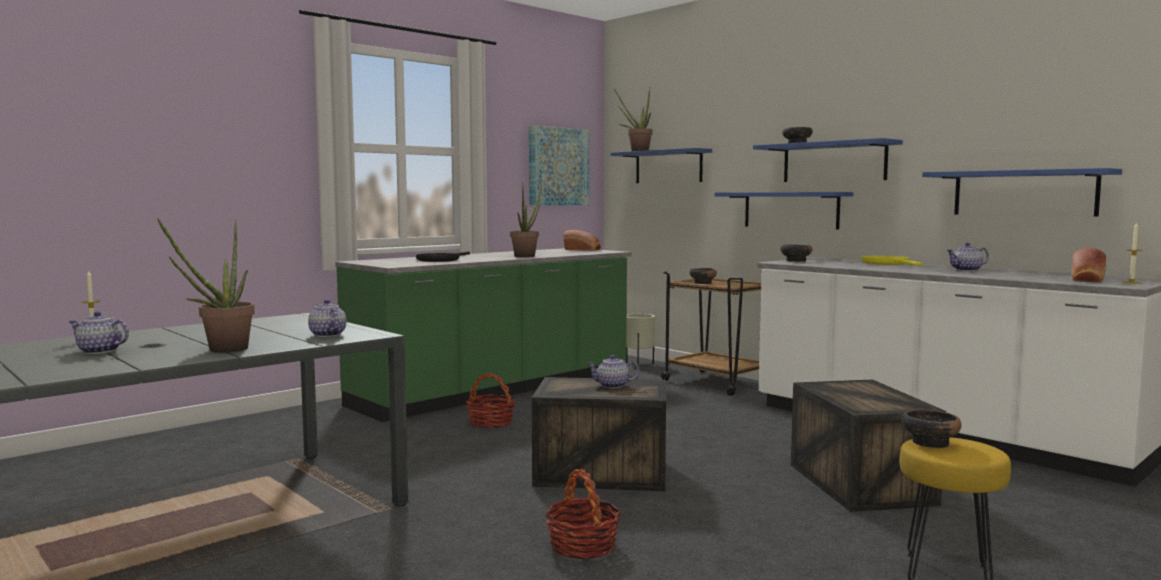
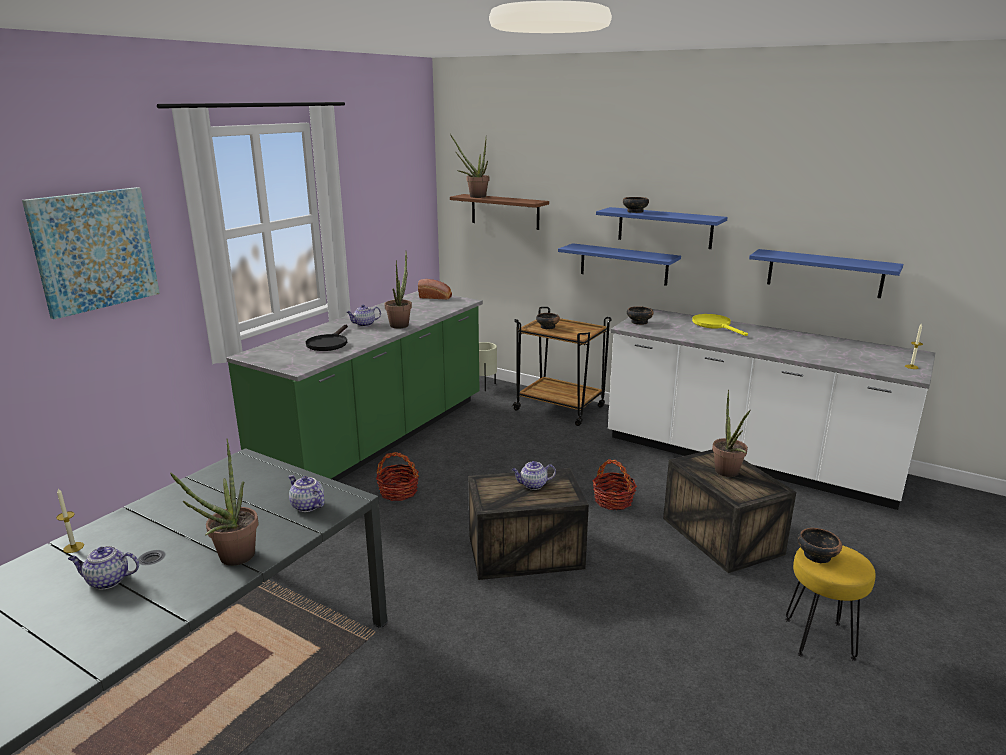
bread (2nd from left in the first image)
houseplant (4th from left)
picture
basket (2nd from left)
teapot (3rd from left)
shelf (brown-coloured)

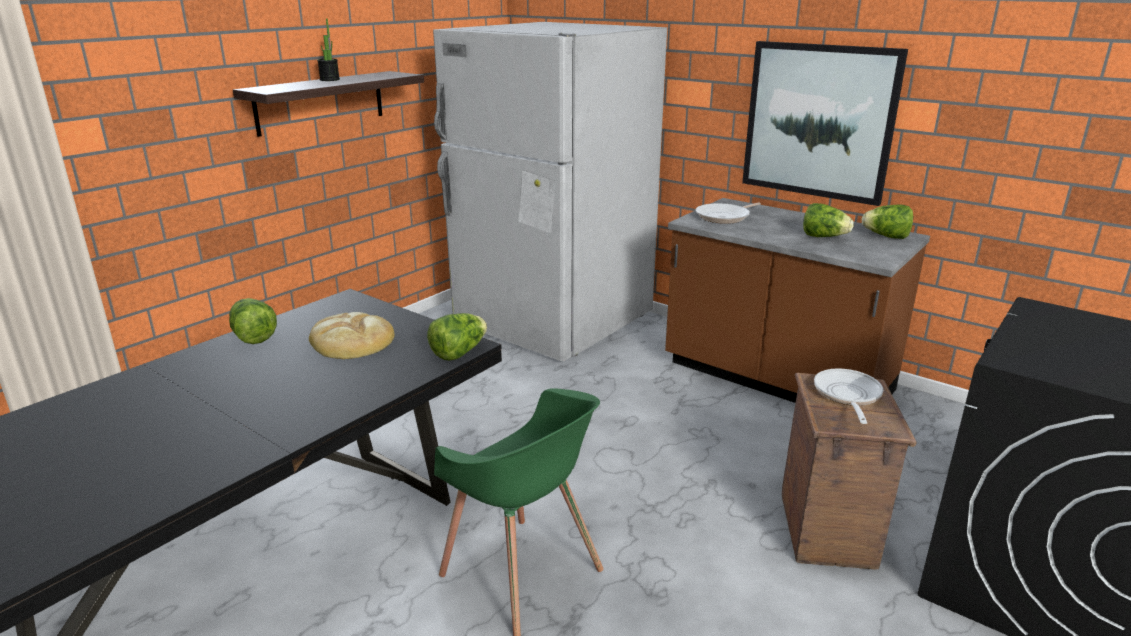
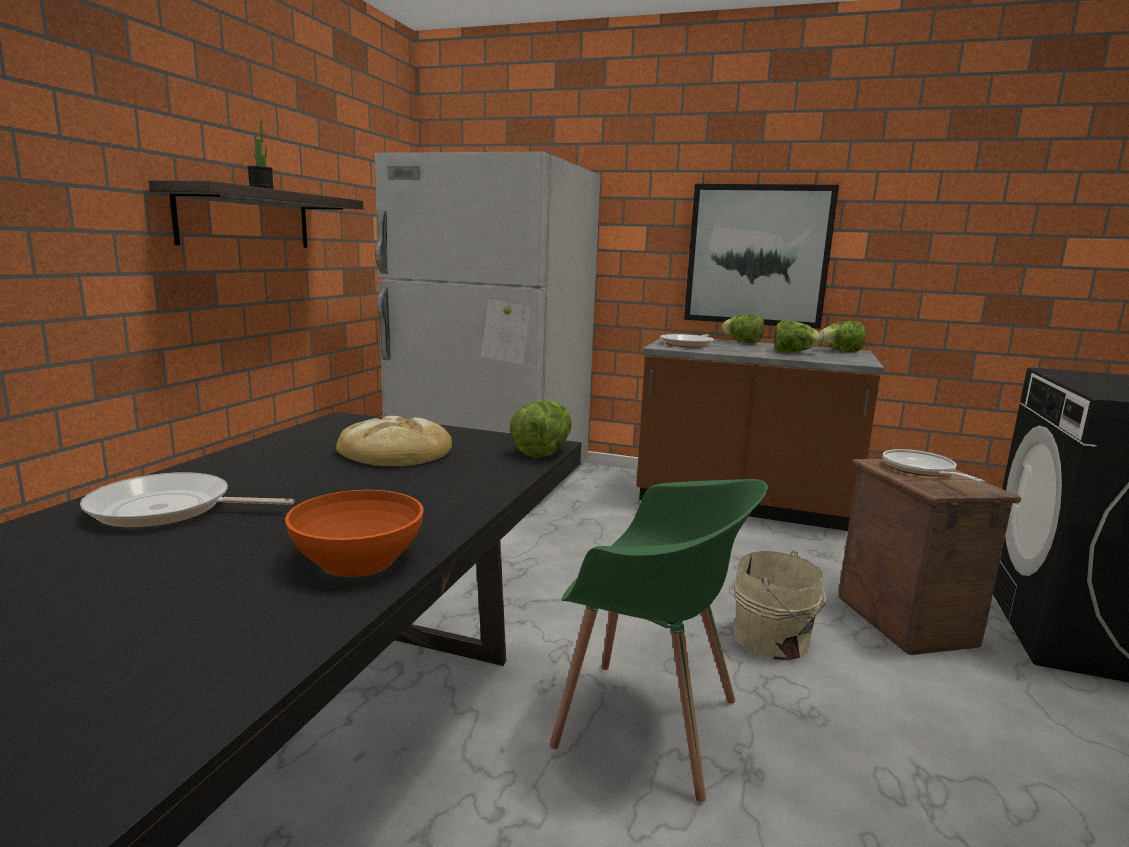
pan (1st from left)
deep dish (orange-coloured)
pail (sand-coloured)
lettuce head (2nd from left)

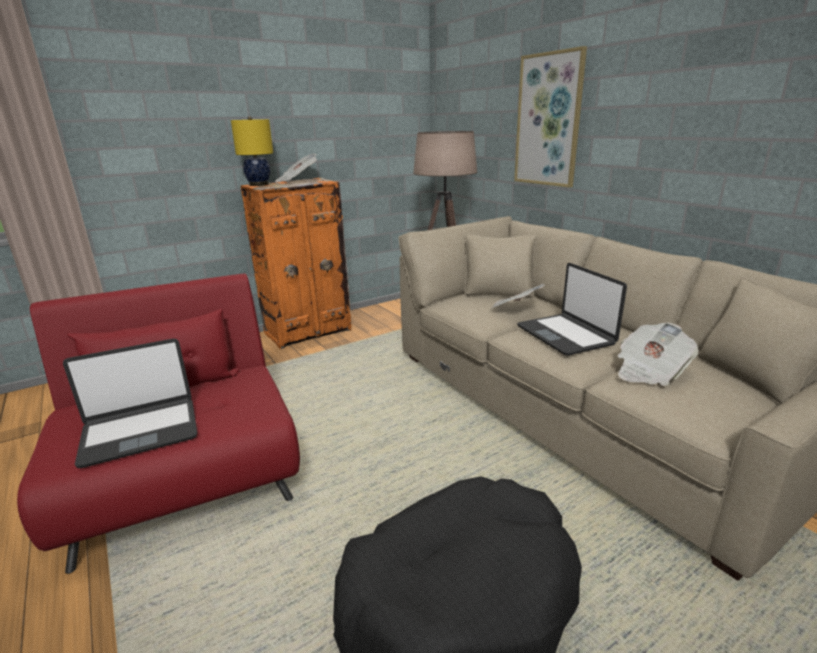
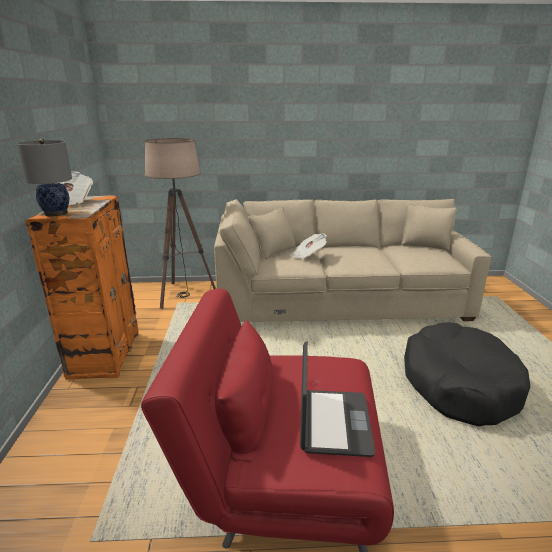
picture
notebook computer (2nd from left in the first image)
daily paper (3rd from left in the first image)
table lamp (greyish)

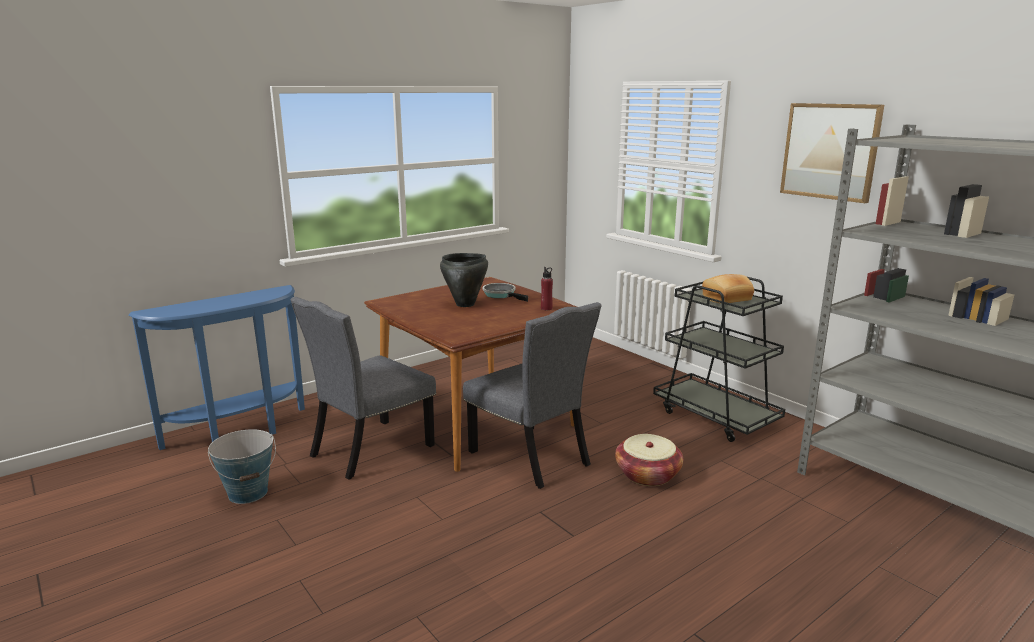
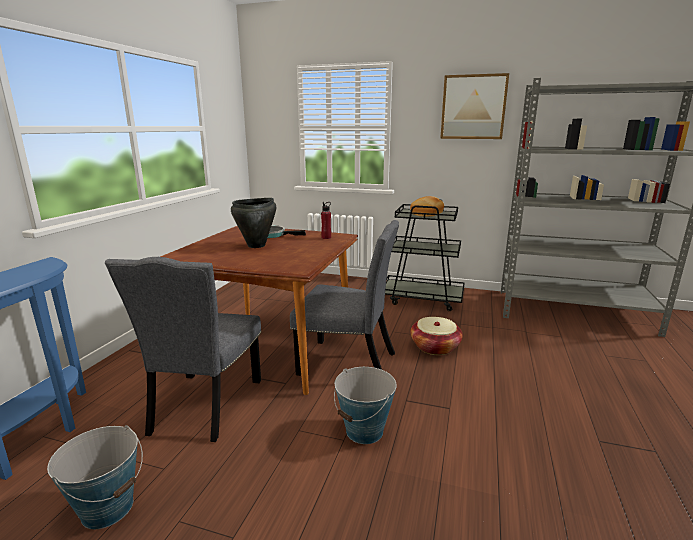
pail (2nd from left)

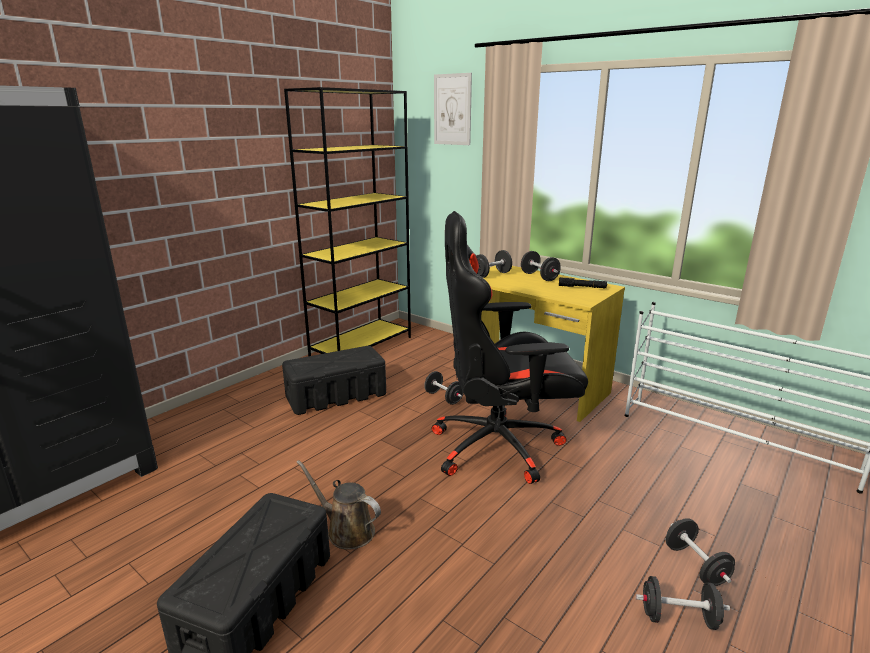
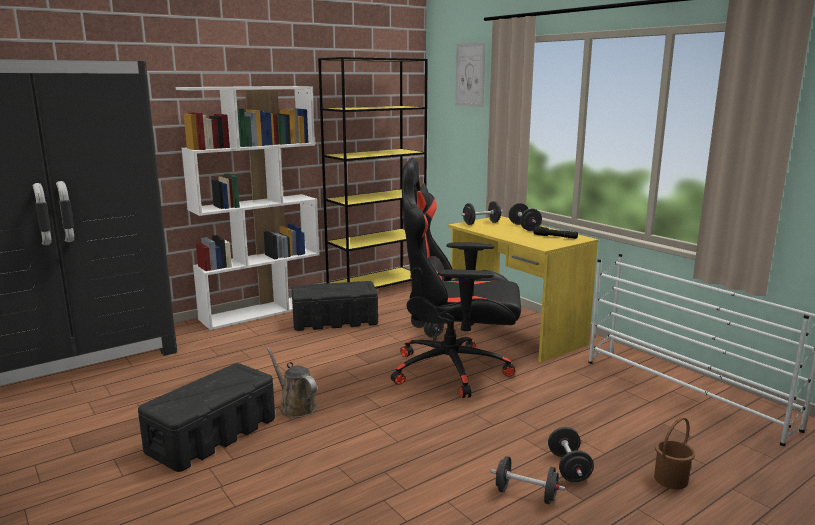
shelving unit (white-coloured)
pail (brown-coloured)

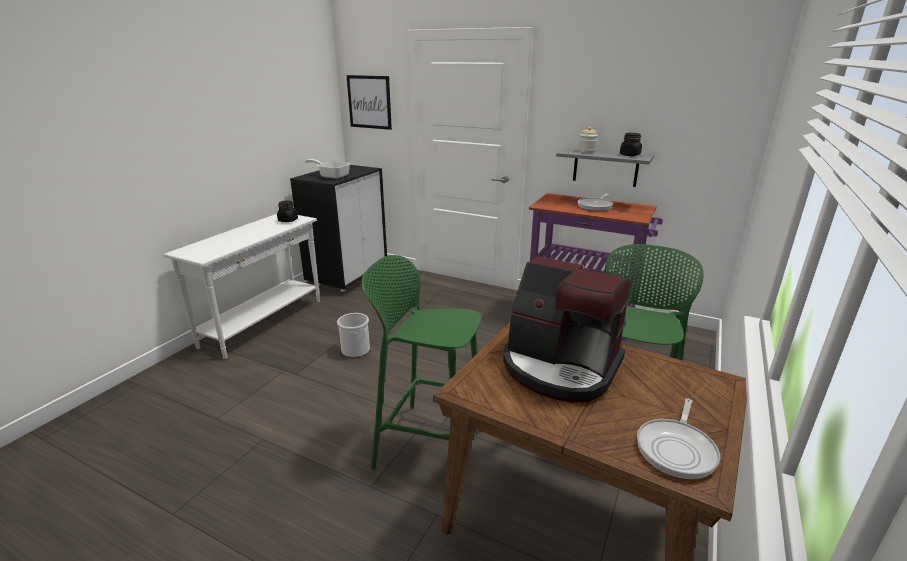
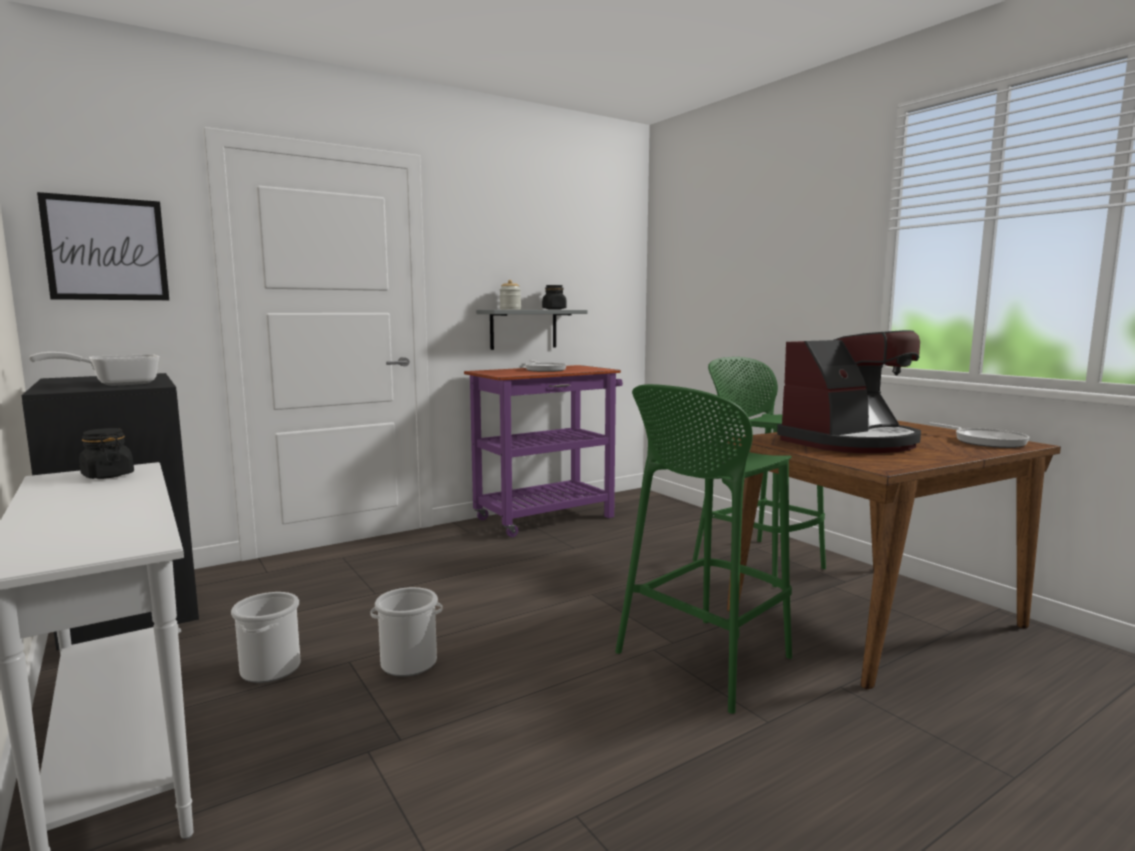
pail (1st from left)

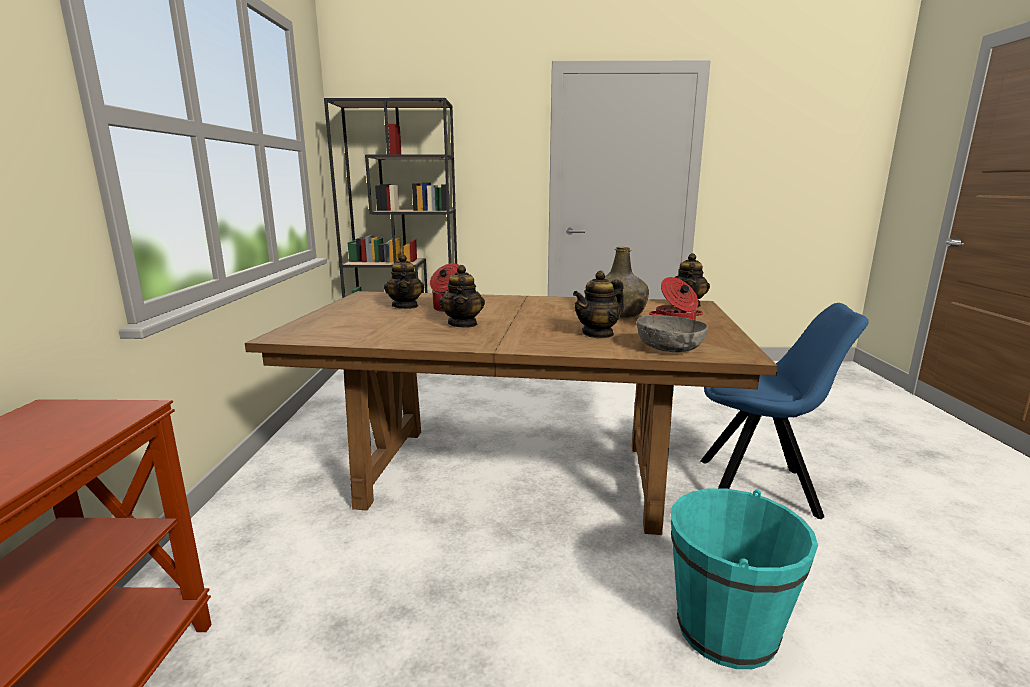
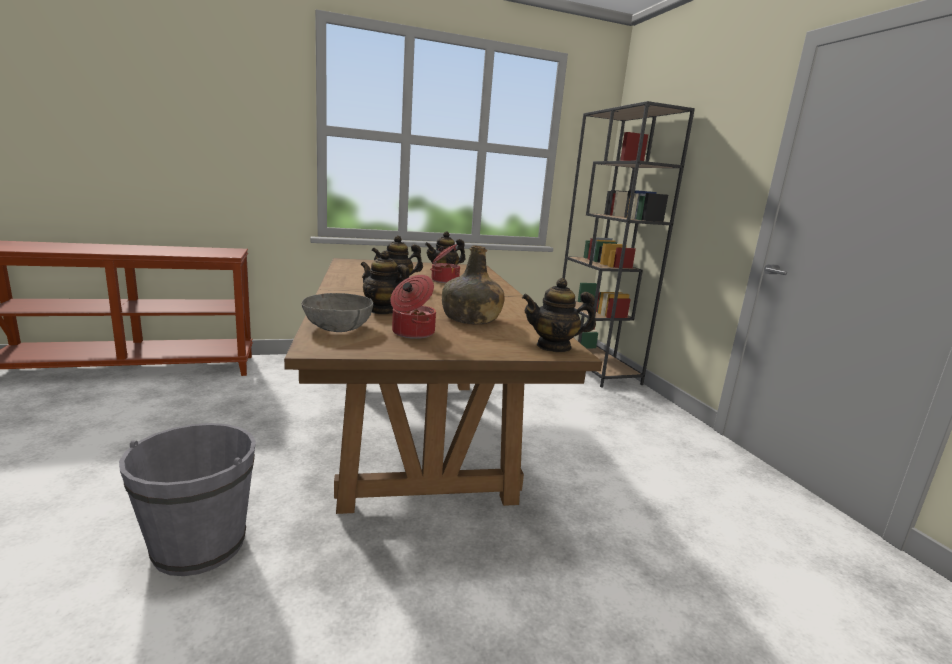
chair (blue)
pail (greyish)

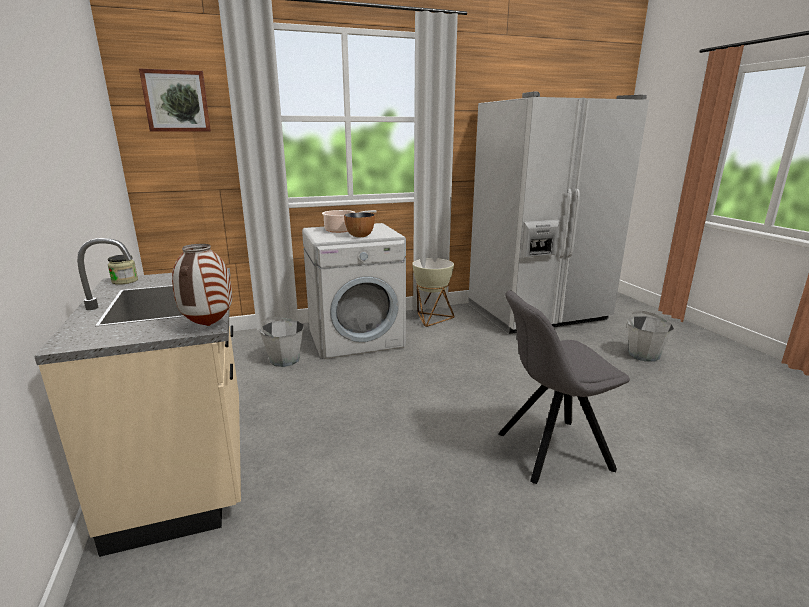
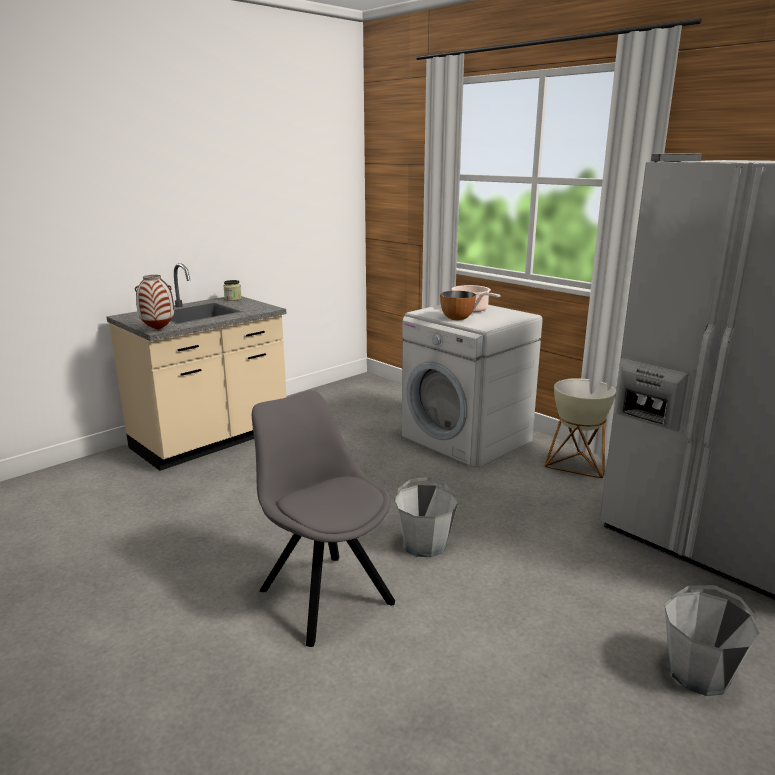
picture
pail (greyish) (1st from left)

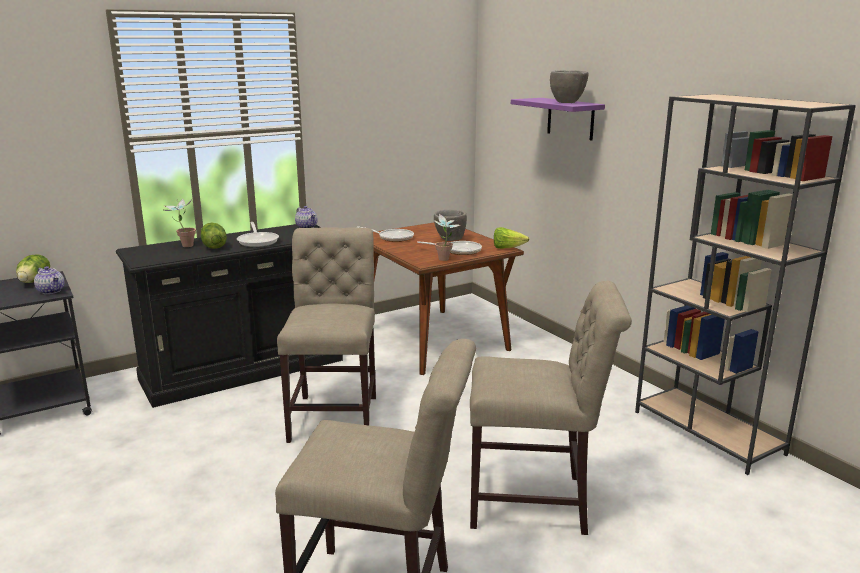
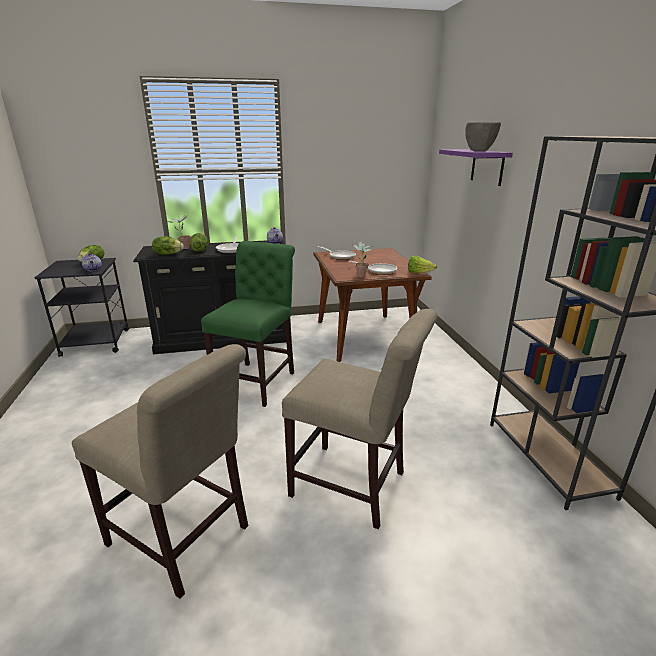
deep dish (greyish) (1st from left in the first image)
lettuce head (2nd from left)
chair (greenish)

